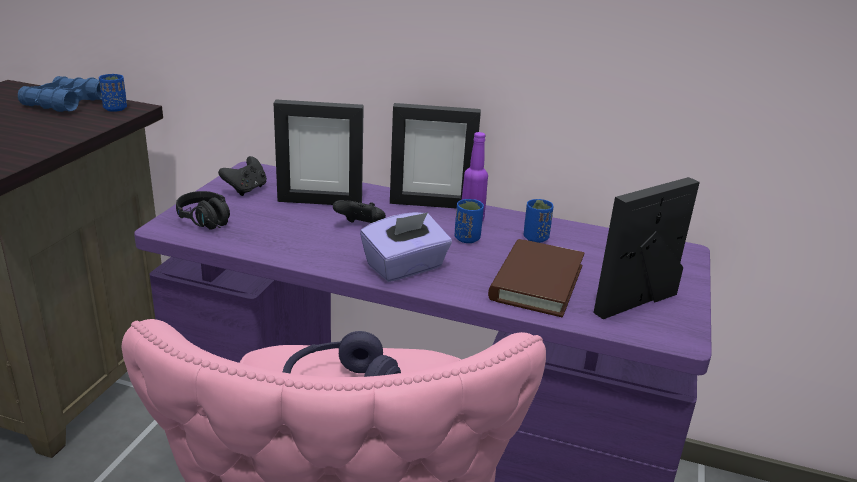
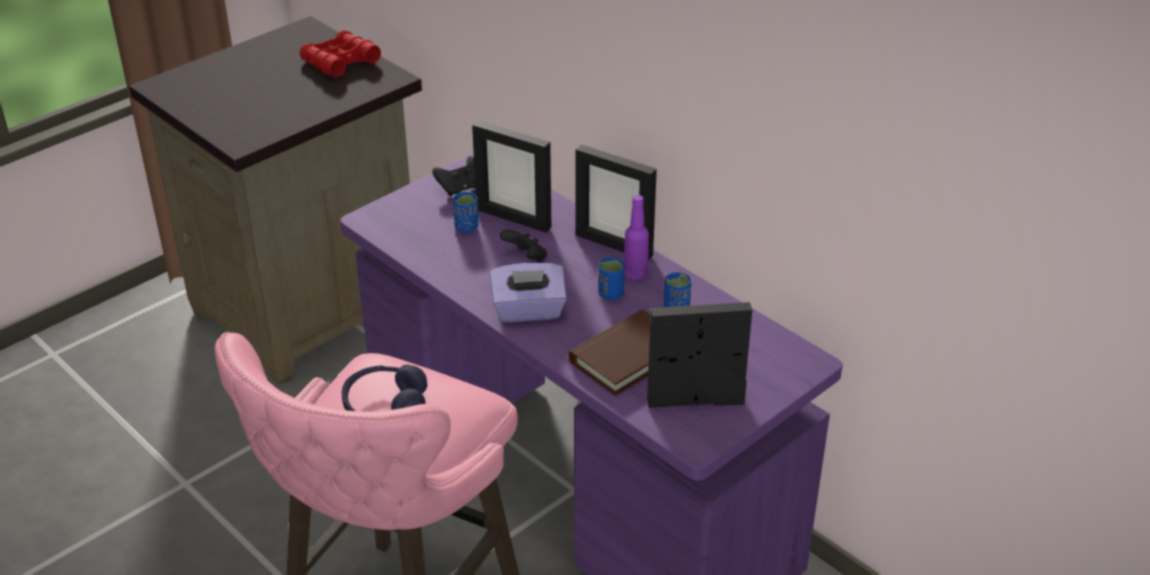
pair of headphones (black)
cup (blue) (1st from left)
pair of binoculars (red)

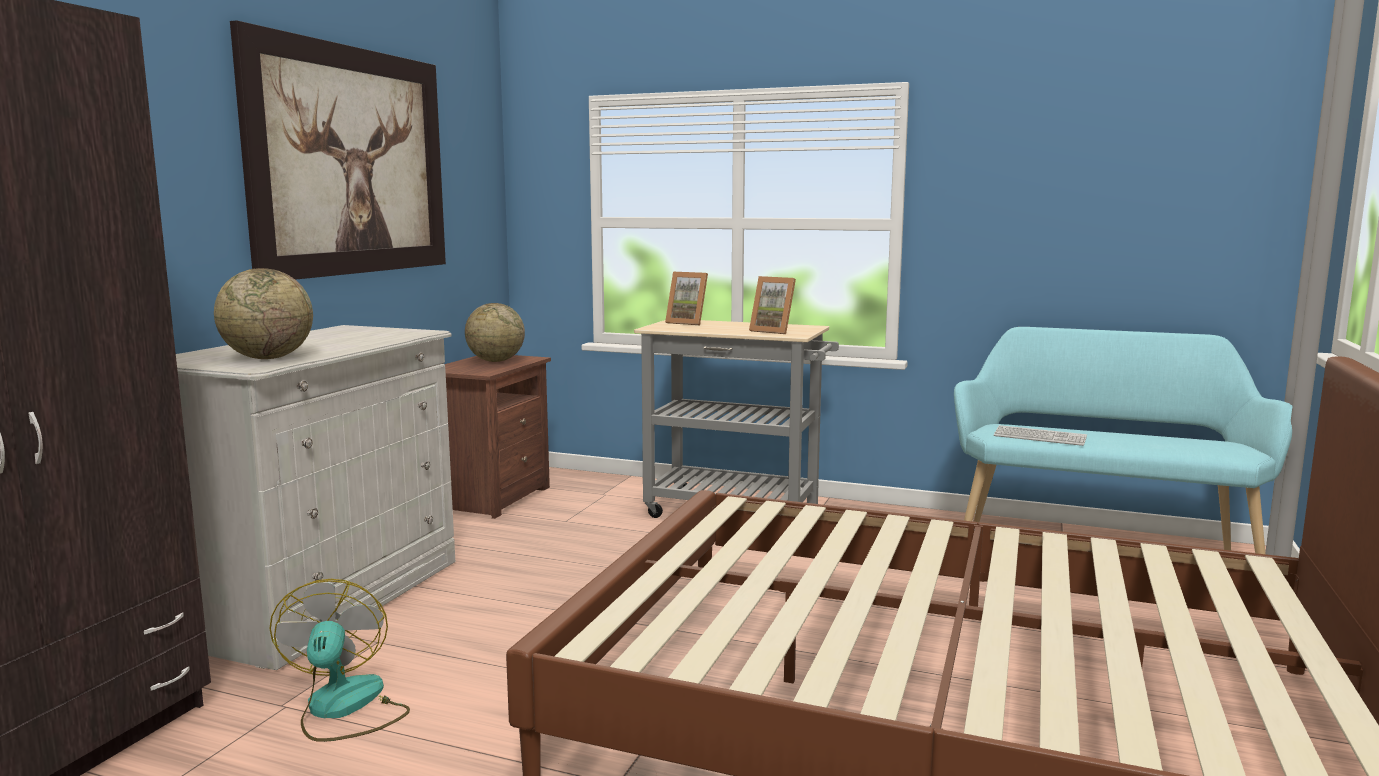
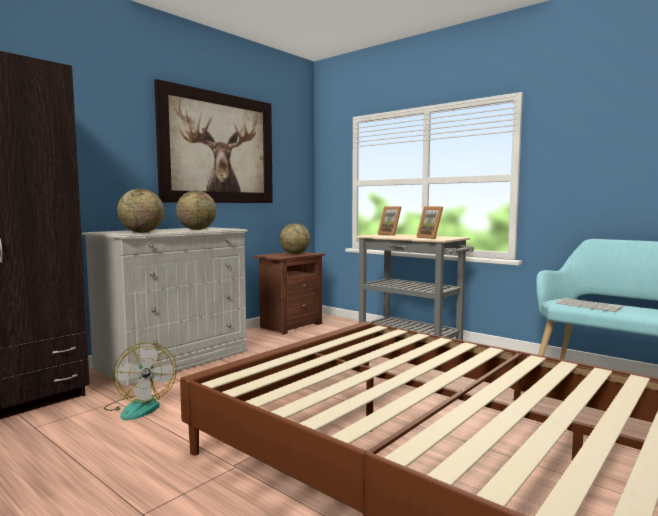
world globe (2nd from left)
cooling fan

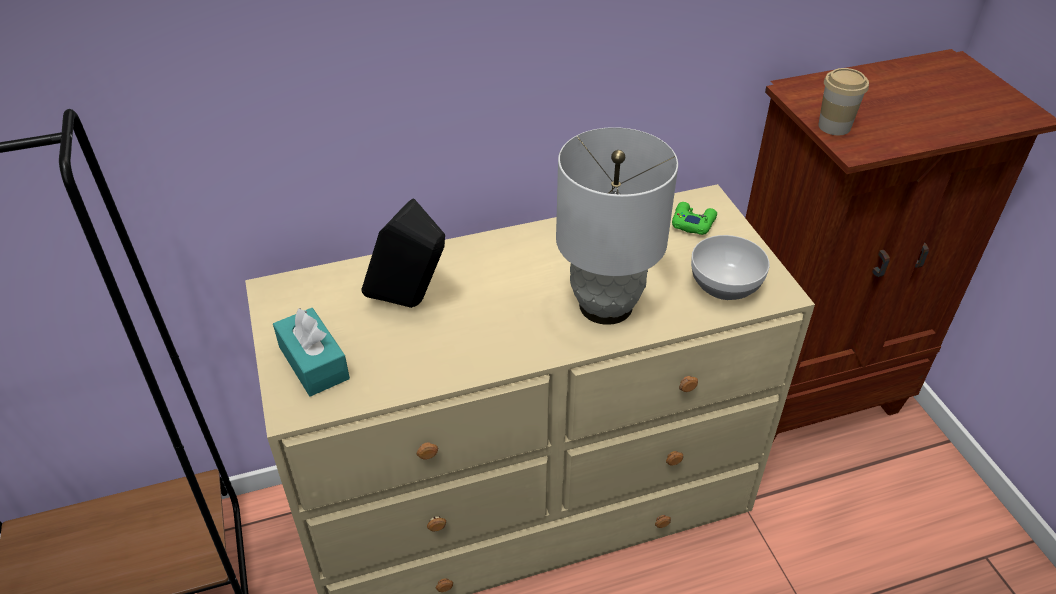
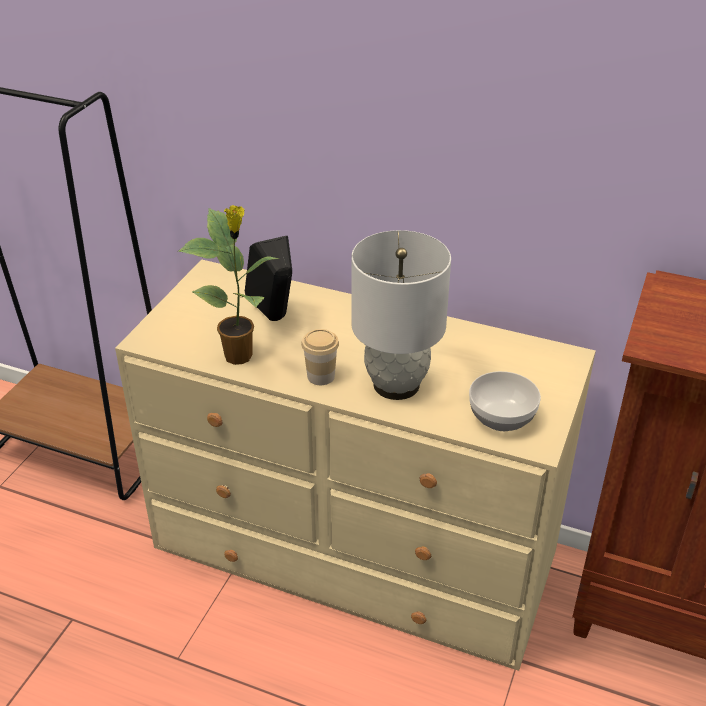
tissue holder (turquoise-coloured)
game controller (greenish)
houseplant
cup

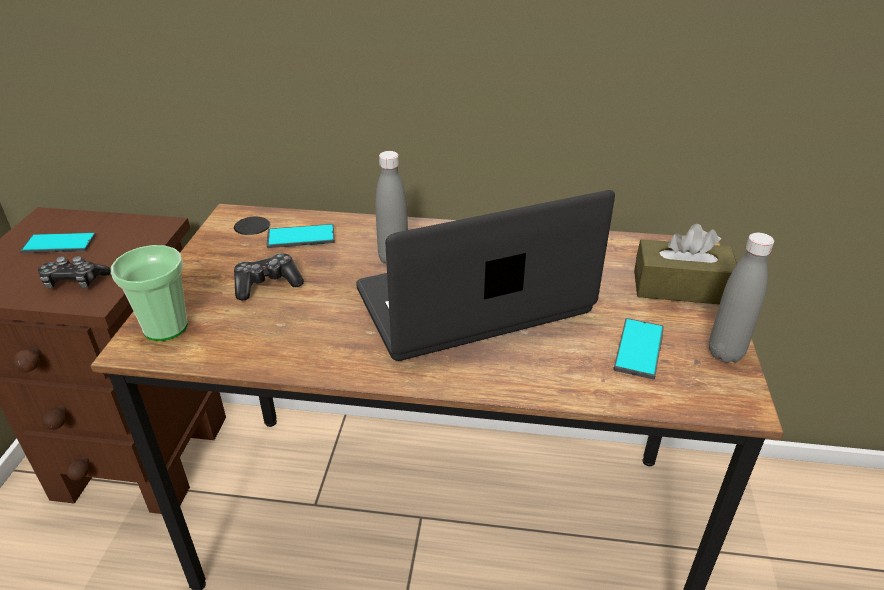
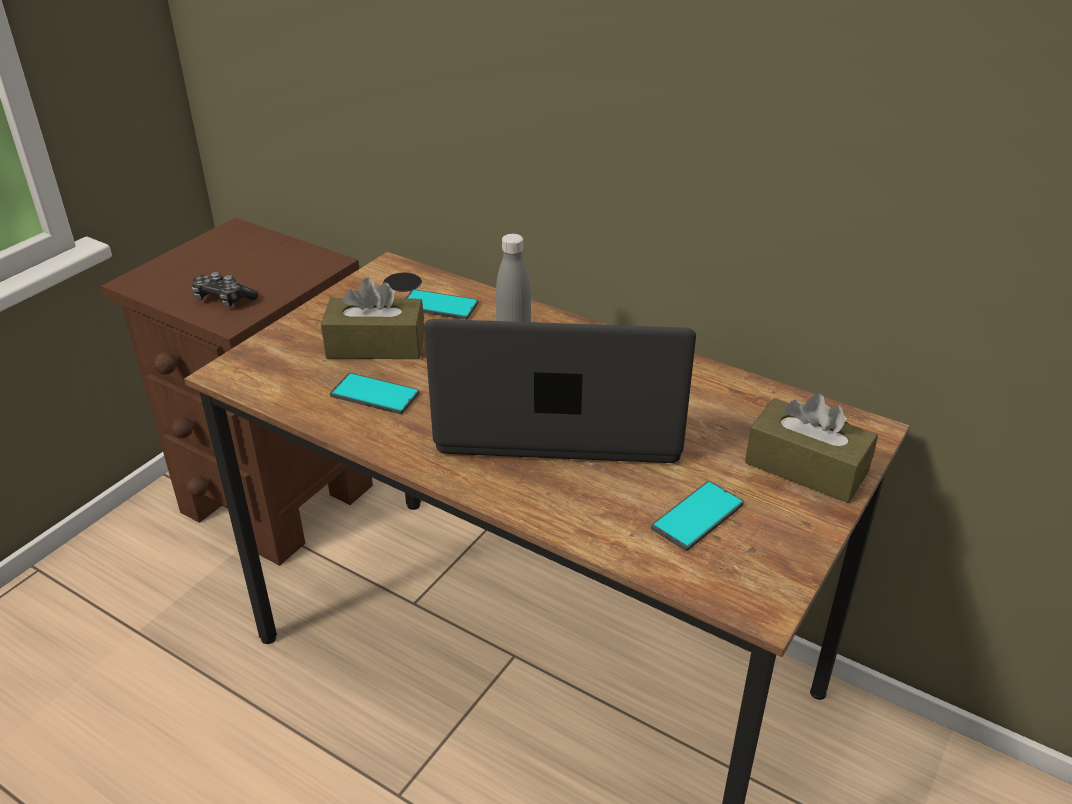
cup
beverage bottle (greyish) (2nd from left in the first image)
phone (1st from left)
tissue holder (brown-coloured) (1st from left)

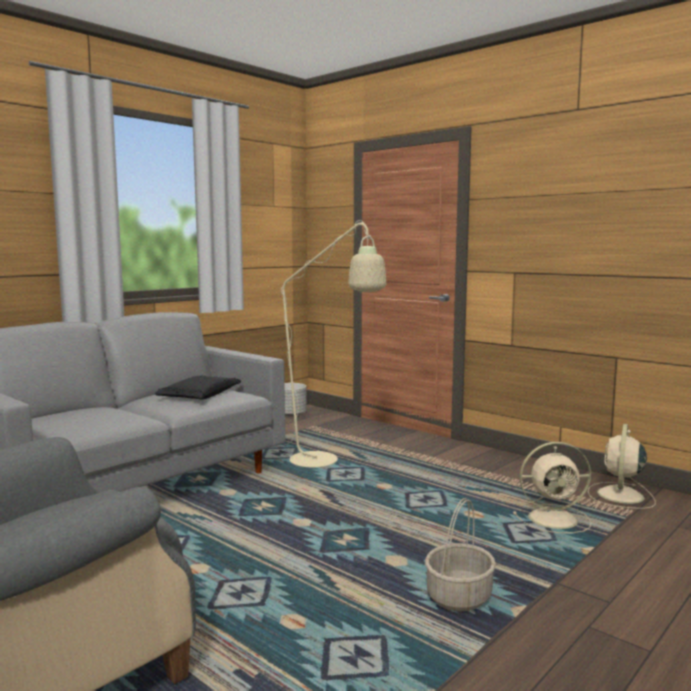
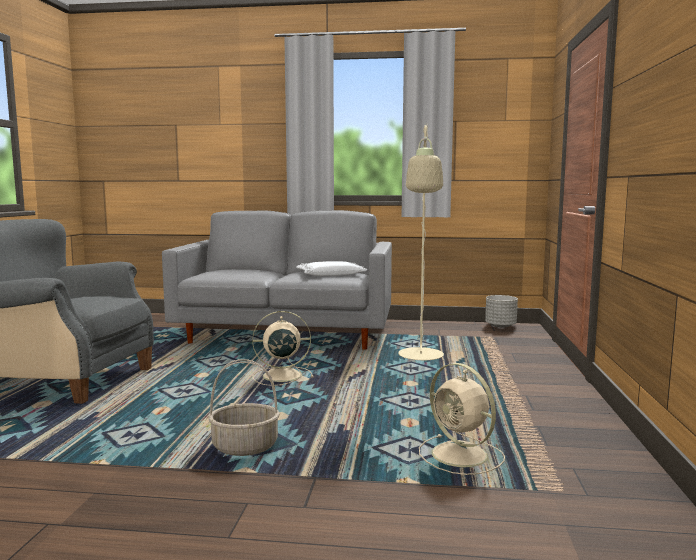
cooling fan (sand-coloured) (1st from left)
pillow (white-coloured)

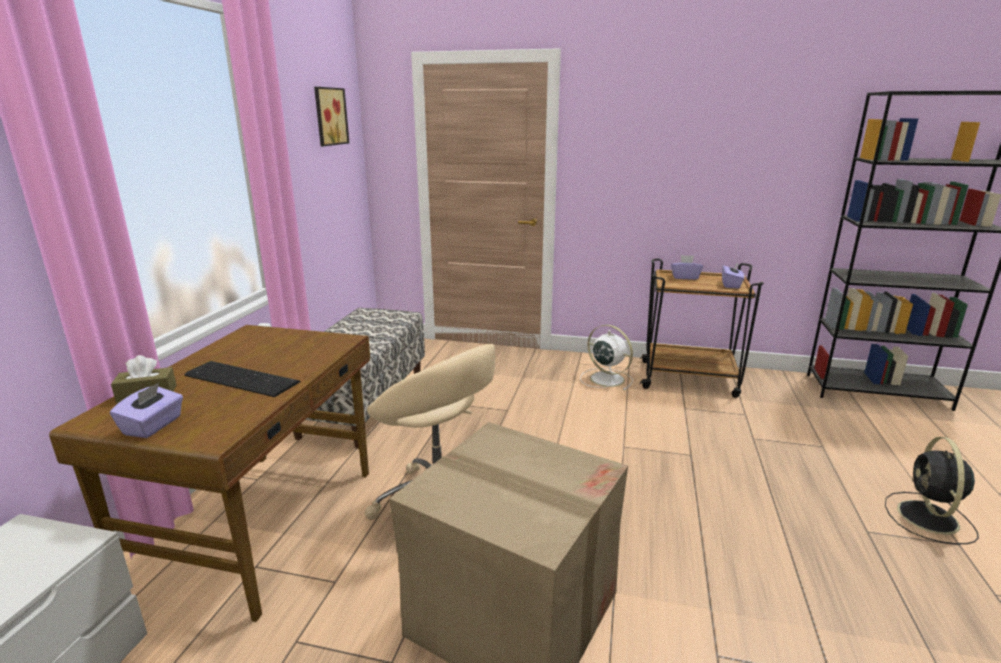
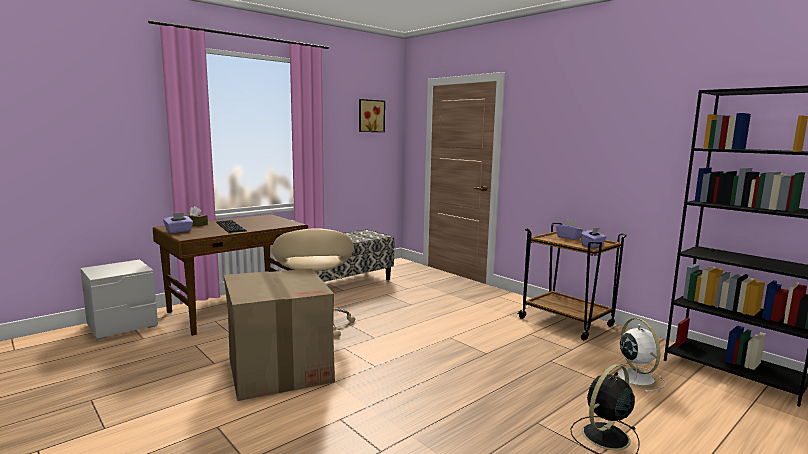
cooling fan (white-coloured)

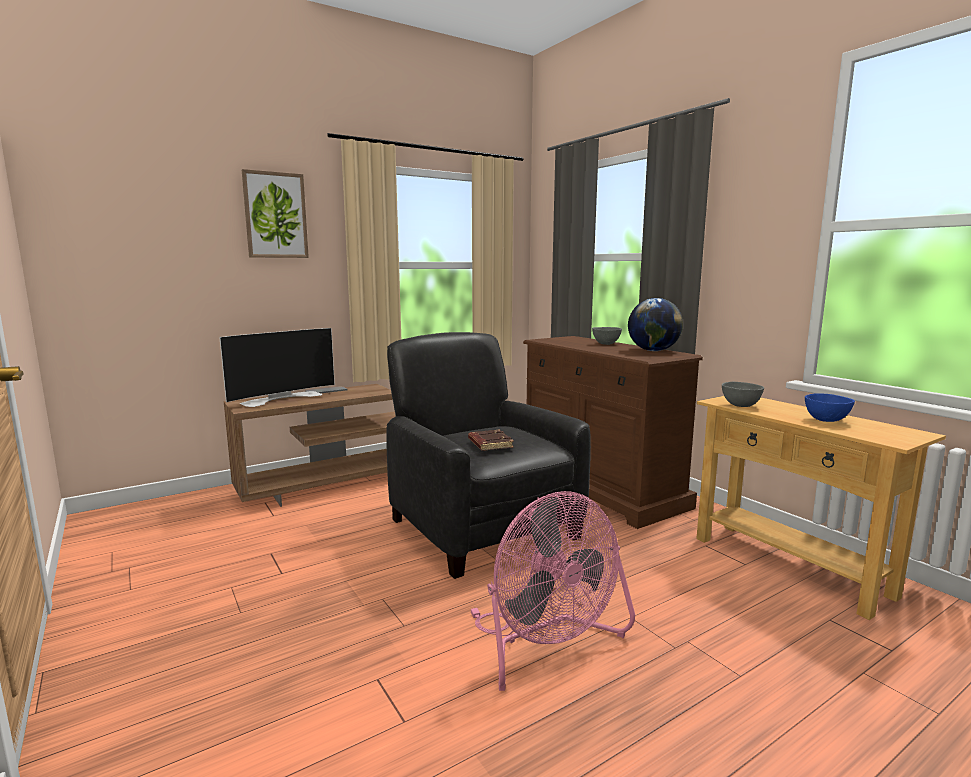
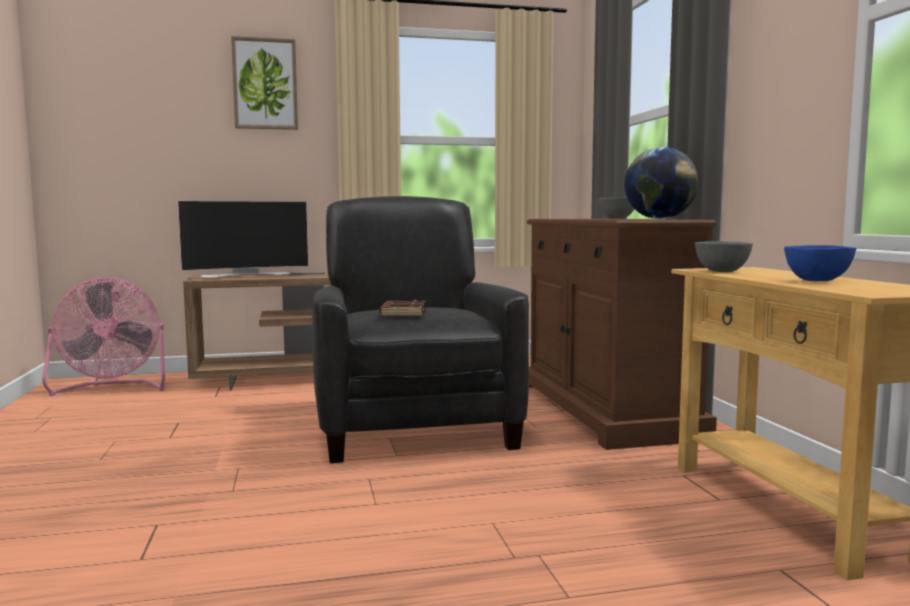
cooling fan (pink-coloured)

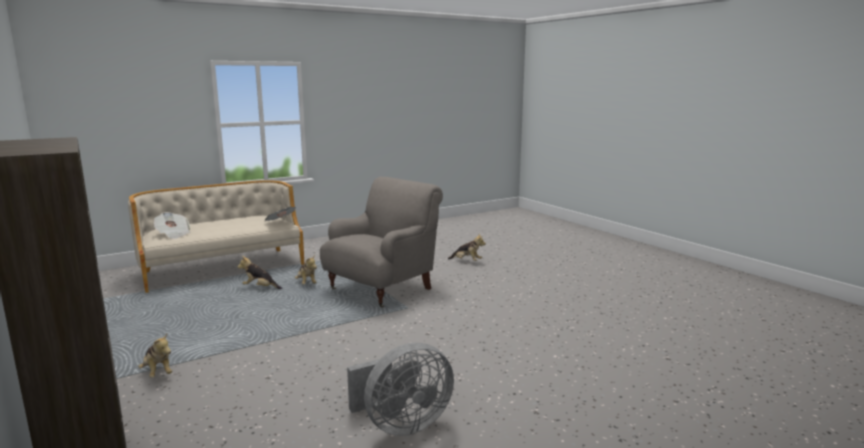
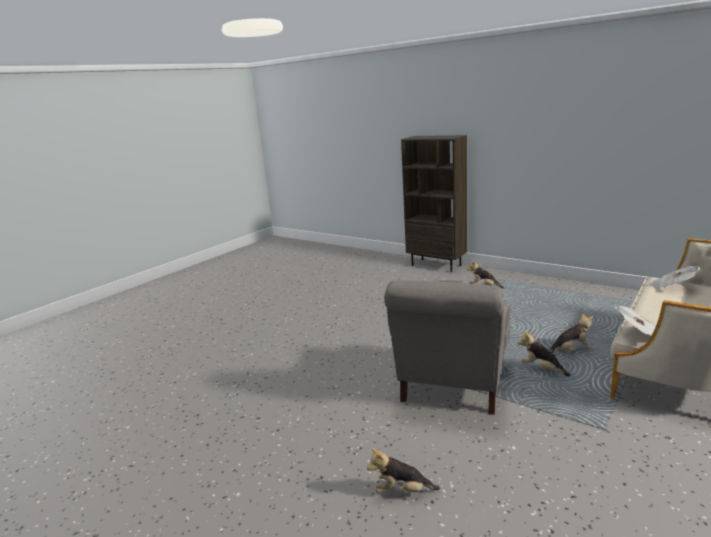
cooling fan (greyish)

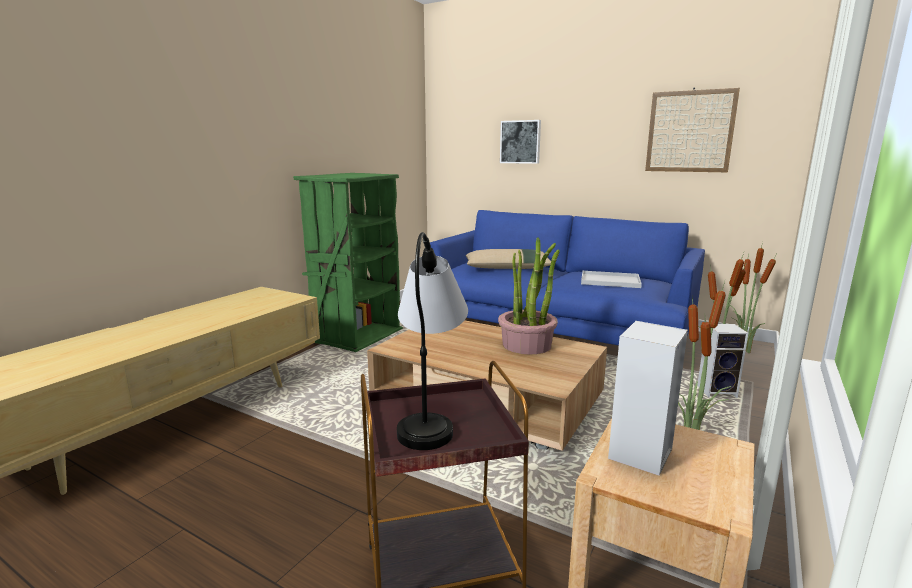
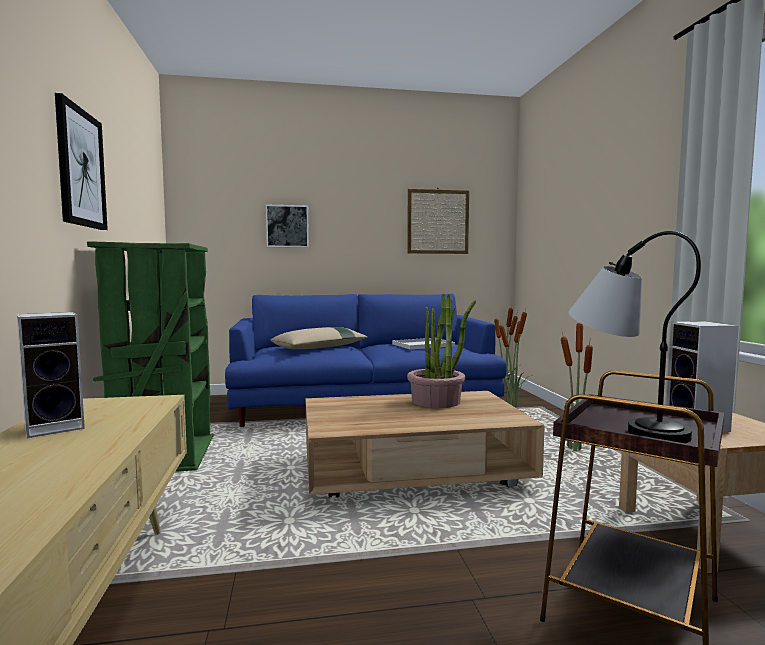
picture (1st from left)
audio speaker (1st from left)

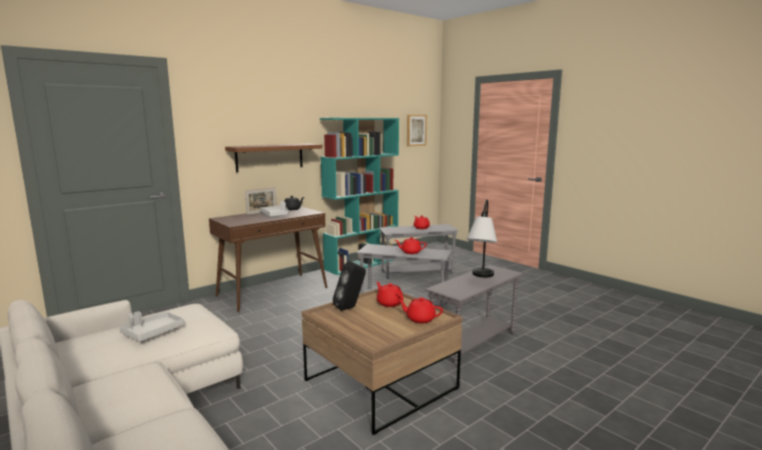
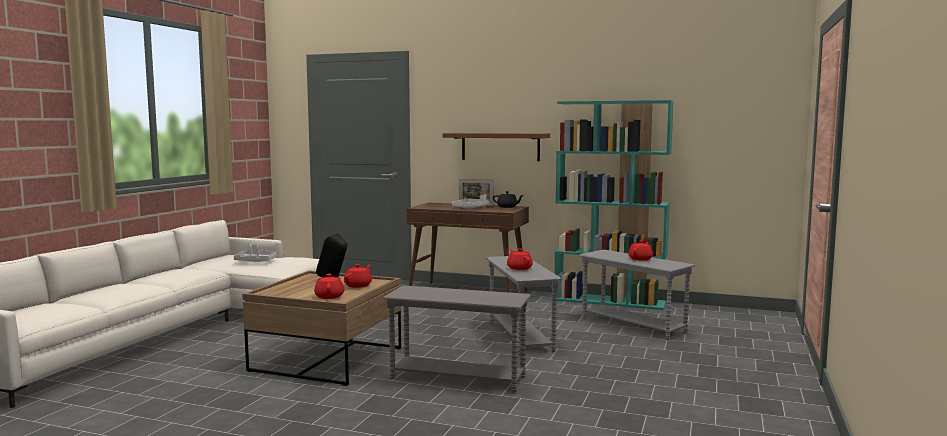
picture
table lamp

